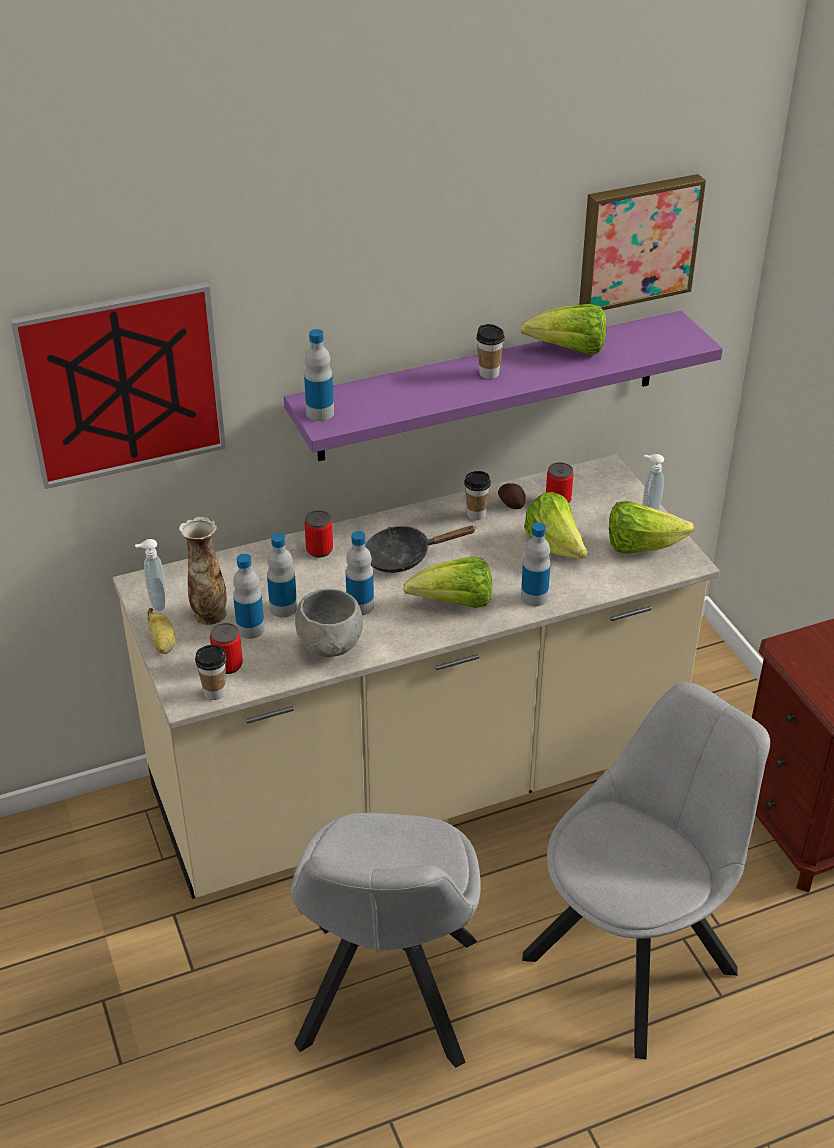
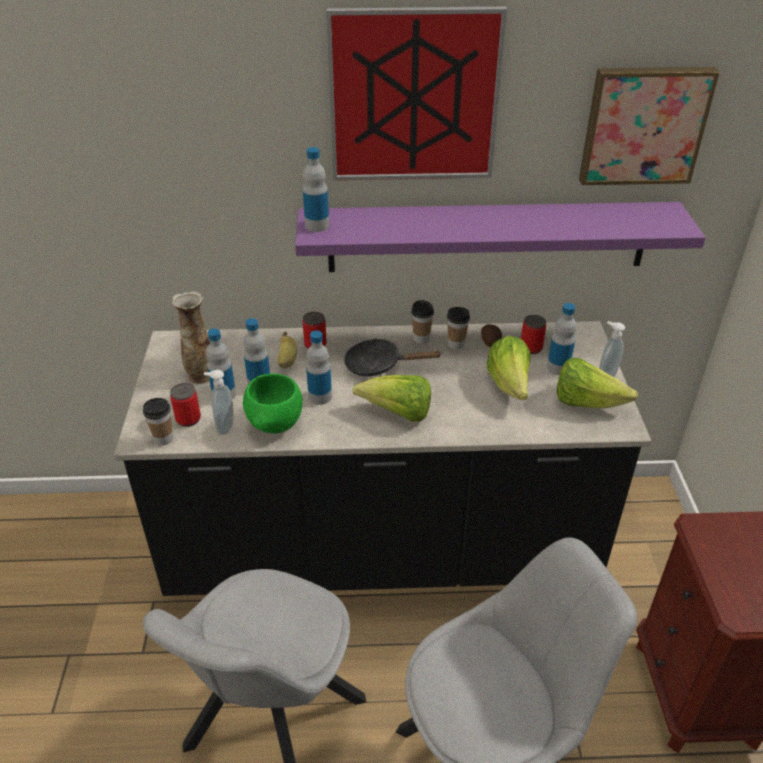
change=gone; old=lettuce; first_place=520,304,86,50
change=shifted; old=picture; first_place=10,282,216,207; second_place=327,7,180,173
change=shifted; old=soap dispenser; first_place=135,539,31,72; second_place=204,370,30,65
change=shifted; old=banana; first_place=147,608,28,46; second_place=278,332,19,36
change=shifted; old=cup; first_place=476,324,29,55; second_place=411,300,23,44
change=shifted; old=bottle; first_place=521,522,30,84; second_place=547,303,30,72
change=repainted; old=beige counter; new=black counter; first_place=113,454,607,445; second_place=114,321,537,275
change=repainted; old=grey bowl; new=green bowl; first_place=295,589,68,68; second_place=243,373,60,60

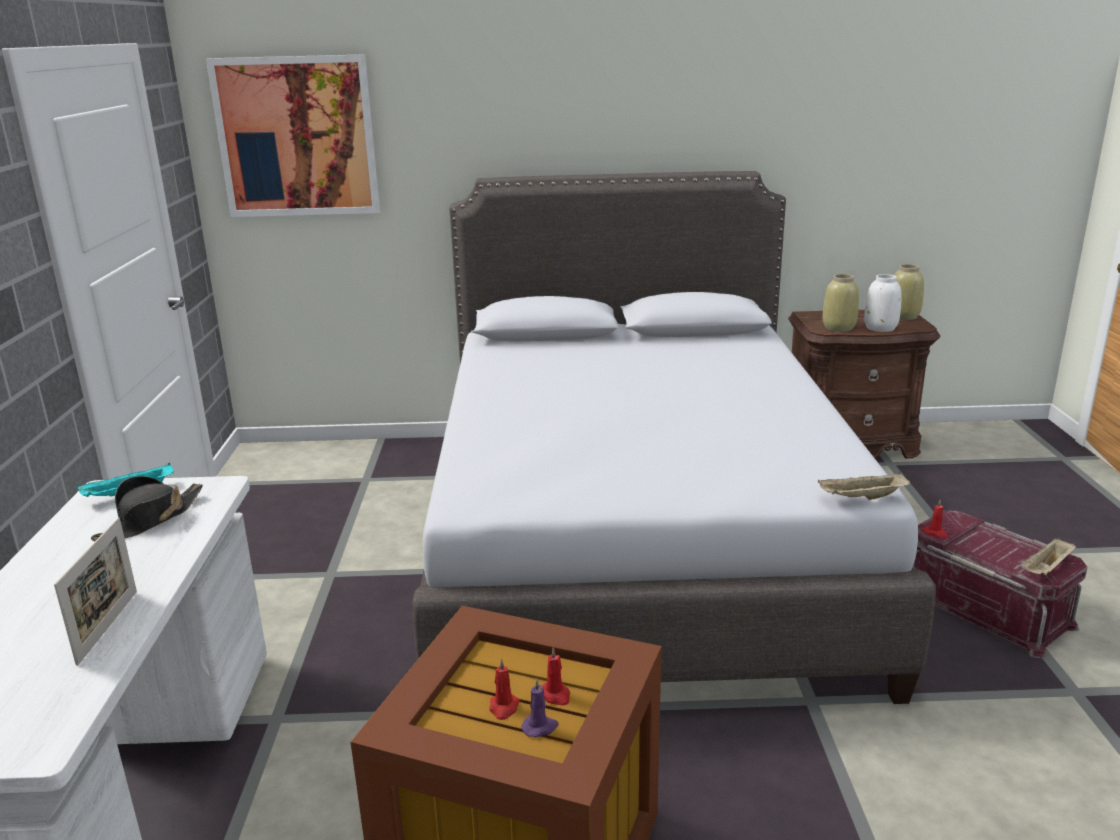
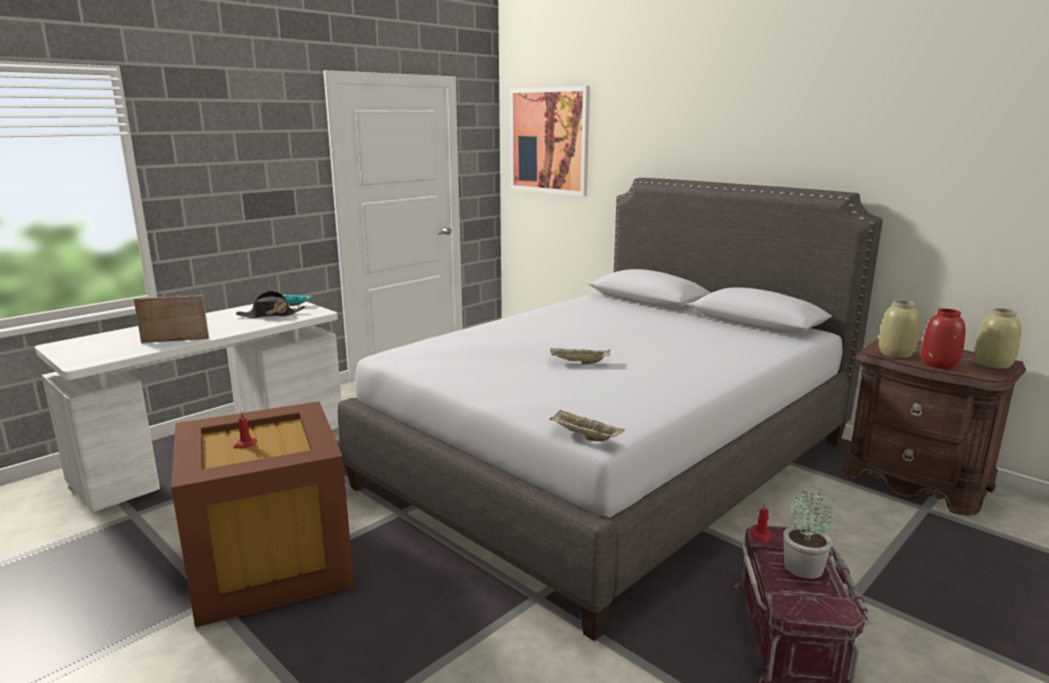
change=gone; old=purple candle; first_place=522,679,36,59
change=gone; old=red candle; first_place=542,647,28,59
change=new; new=potted plant; second_place=783,488,50,91
change=shifted; old=beige tray; first_place=1021,537,55,38; second_place=550,348,60,16
change=repainted; old=white vase; new=red vase; first_place=864,274,38,58; second_place=921,309,44,60
change=rotated; old=picture frame; first_place=54,518,83,148; second_place=134,295,75,48; degrees=-150

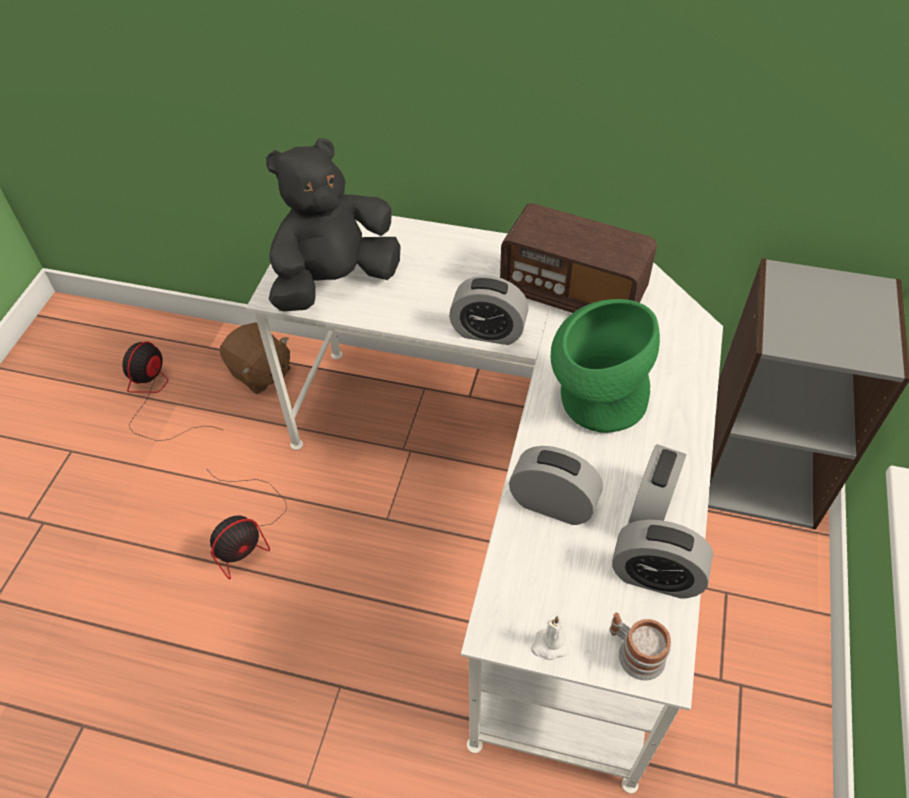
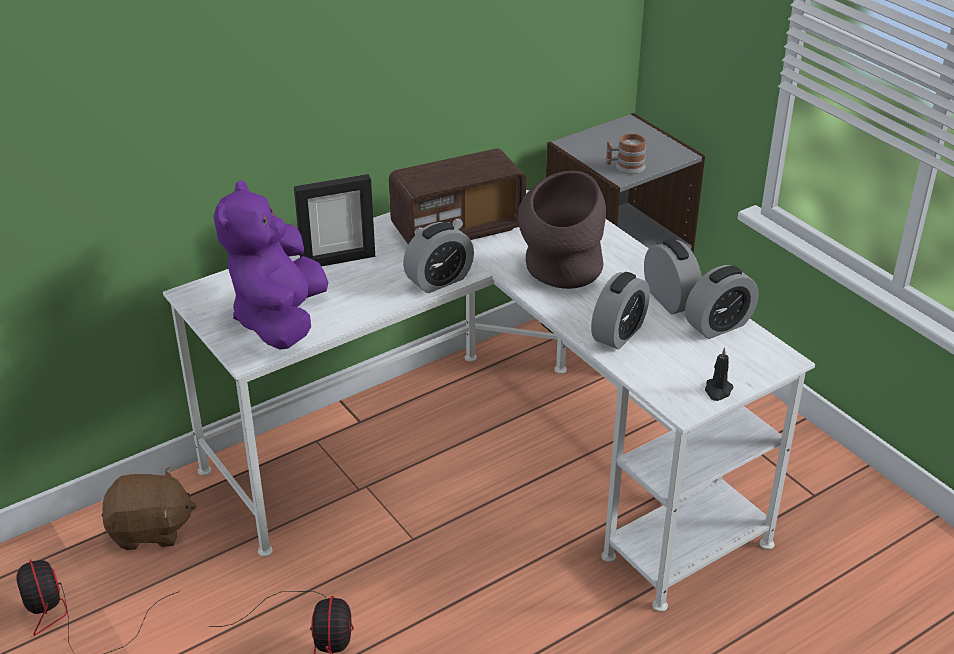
change=new; new=picture frame; second_place=294,174,81,93
change=shifted; old=mug; first_place=609,612,62,69; second_place=606,133,40,41
change=repainted; old=black plush toy; new=purple plush toy; first_place=266,138,135,173; second_place=214,180,114,170
change=repainted; old=white candle; new=black candle; first_place=531,616,41,44; second_place=705,347,29,54
change=repainted; old=green vase; new=brown vase; first_place=551,299,109,134; second_place=518,171,88,118
change=rotated; old=alarm clock; first_place=509,446,94,79; second_place=591,272,59,77; degrees=150

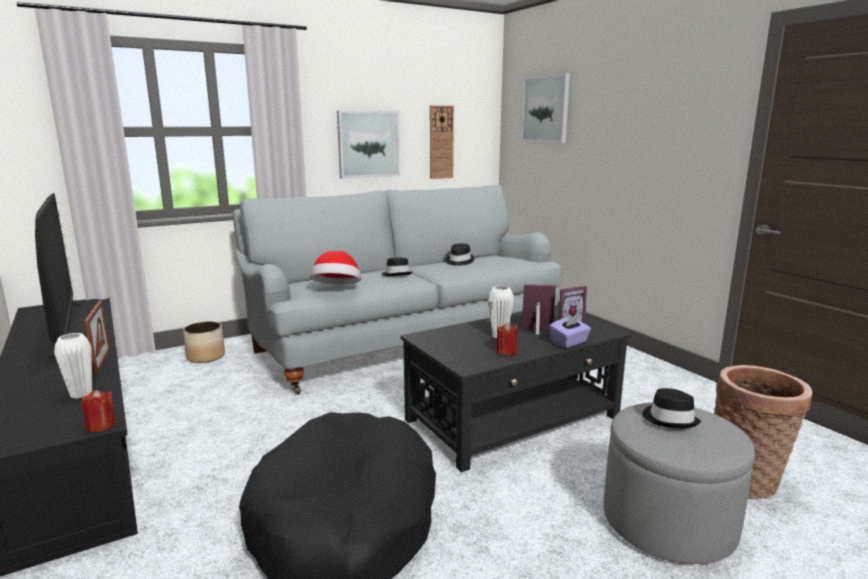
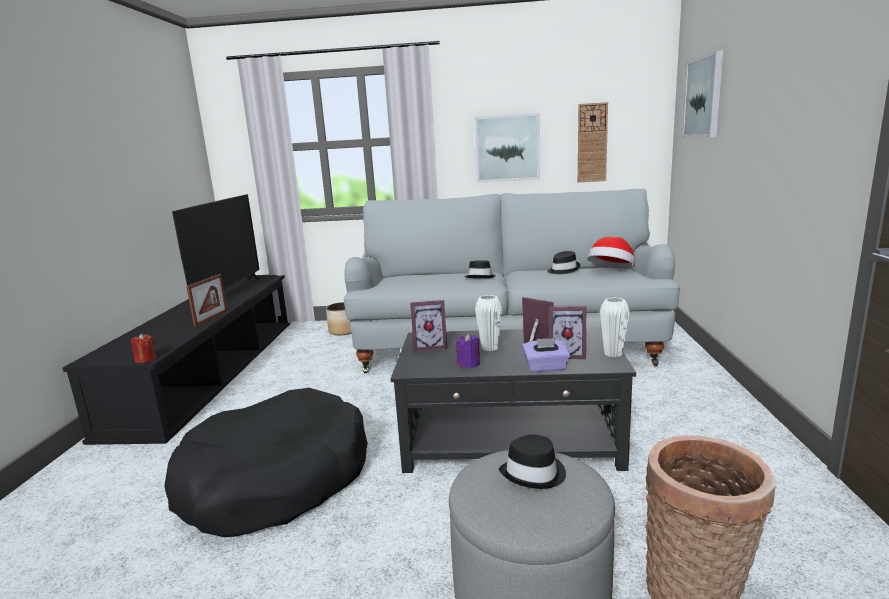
change=new; new=picture frame; second_place=410,300,37,52
change=shifted; old=white vase; first_place=54,333,38,66; second_place=599,297,31,60
change=shifted; old=hat; first_place=310,251,51,33; second_place=587,237,48,32
change=repainted; old=red candle; new=purple candle; first_place=496,322,22,33; second_place=456,333,24,35

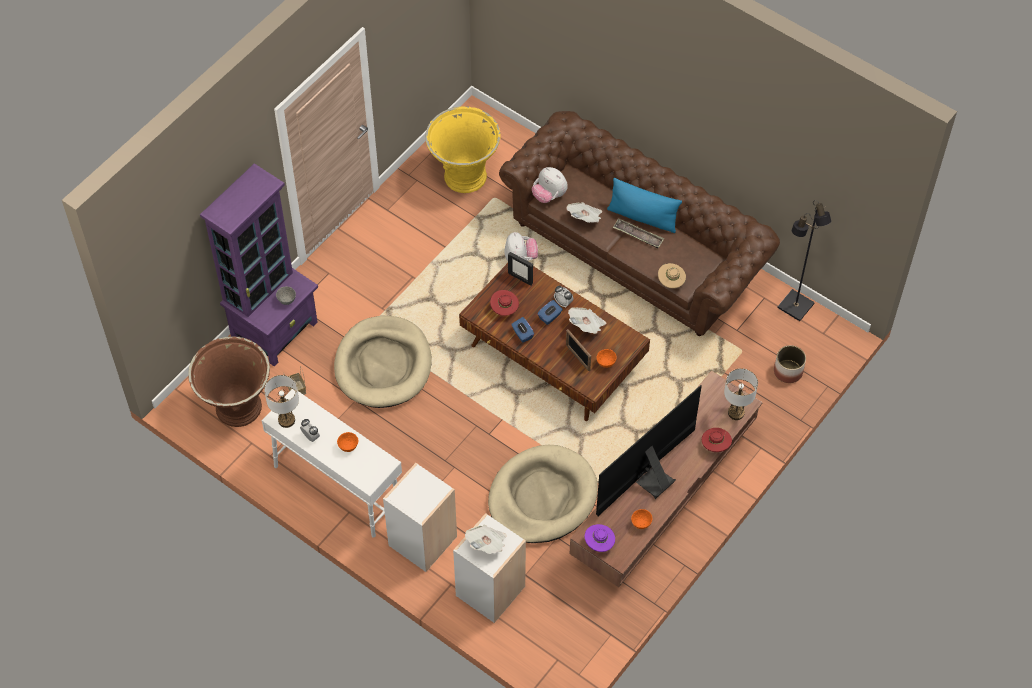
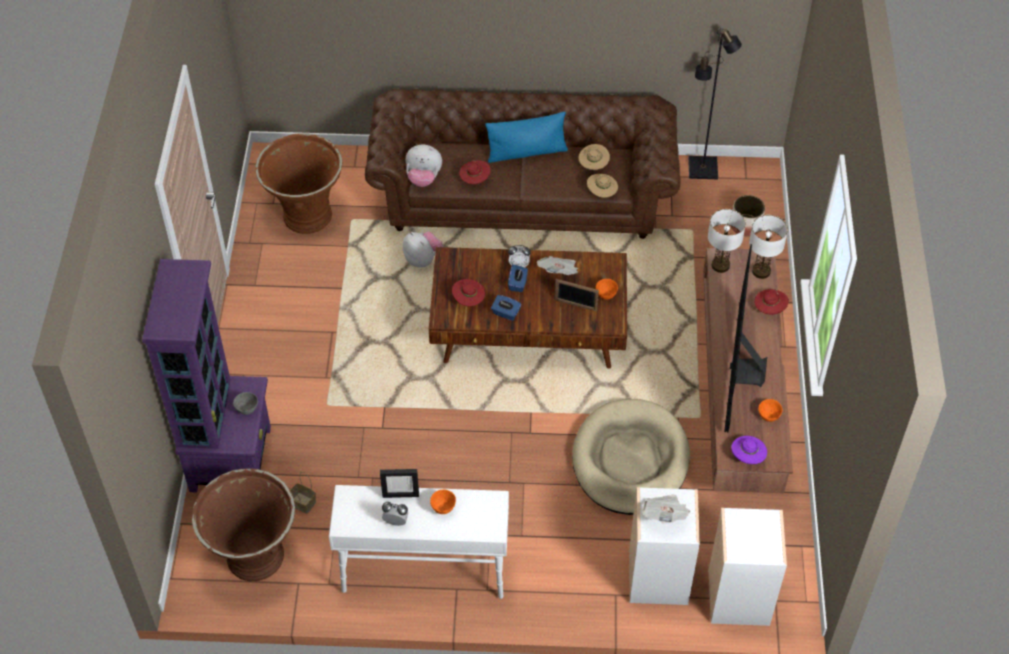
change=gone; old=beige dog bed; first_place=334,316,98,92
change=gone; old=tray; first_place=613,219,51,30
change=new; new=beige hat; second_place=579,144,31,26
change=shifted; old=table lamp; first_place=264,375,35,53; second_place=708,209,38,64
change=shifted; old=bookcase; first_place=383,463,74,109; second_place=709,508,78,118
change=shifted; old=picture frame; first_place=508,252,25,34; second_place=380,469,39,29
change=swapped; old=newspaper; new=red hat; first_place=566,202,36,21; second_place=459,159,32,25
change=repainted; old=yellow planter; new=brown planter; first_place=425,106,76,87; second_place=255,133,87,101

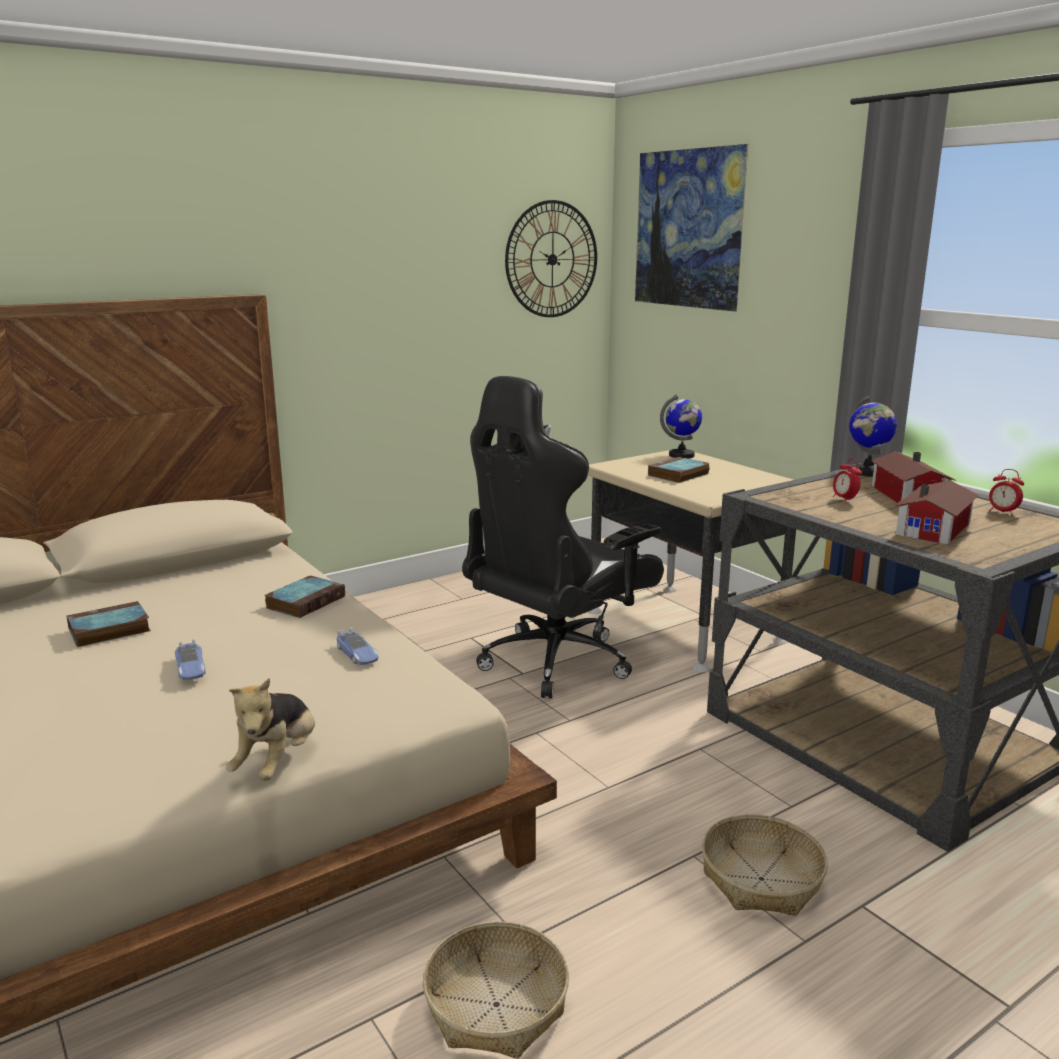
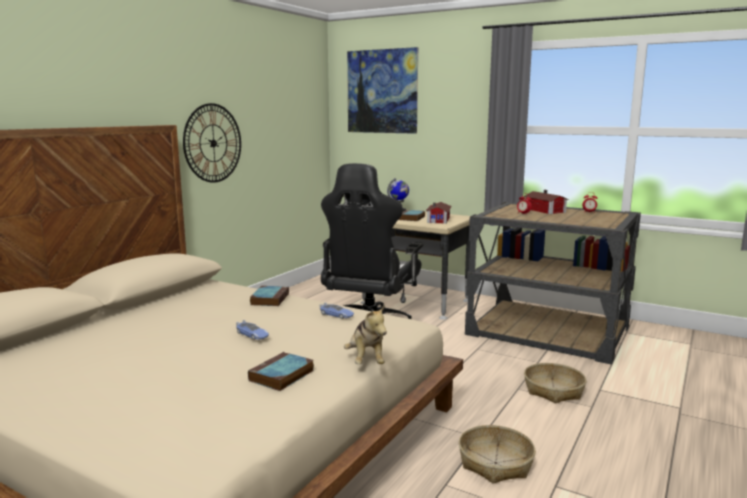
change=gone; old=globe; first_place=849,395,48,82
change=shifted; old=book; first_place=67,601,84,46; second_place=248,352,66,39
change=shifted; old=wall clock; first_place=505,200,92,117; second_place=183,103,58,80
change=shifted; old=toy house; first_place=895,481,84,64; second_place=426,202,26,22

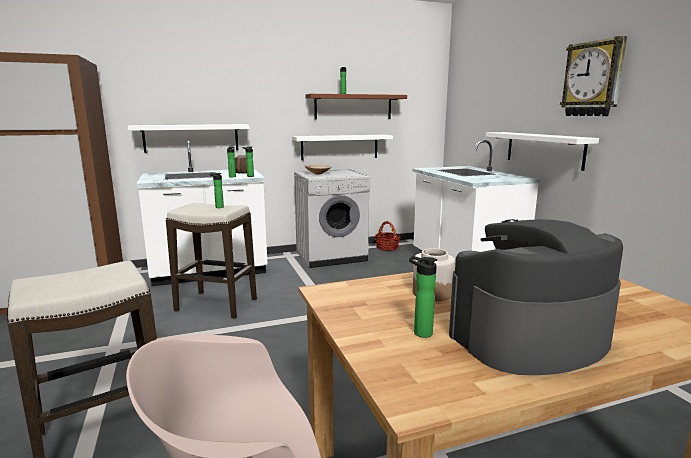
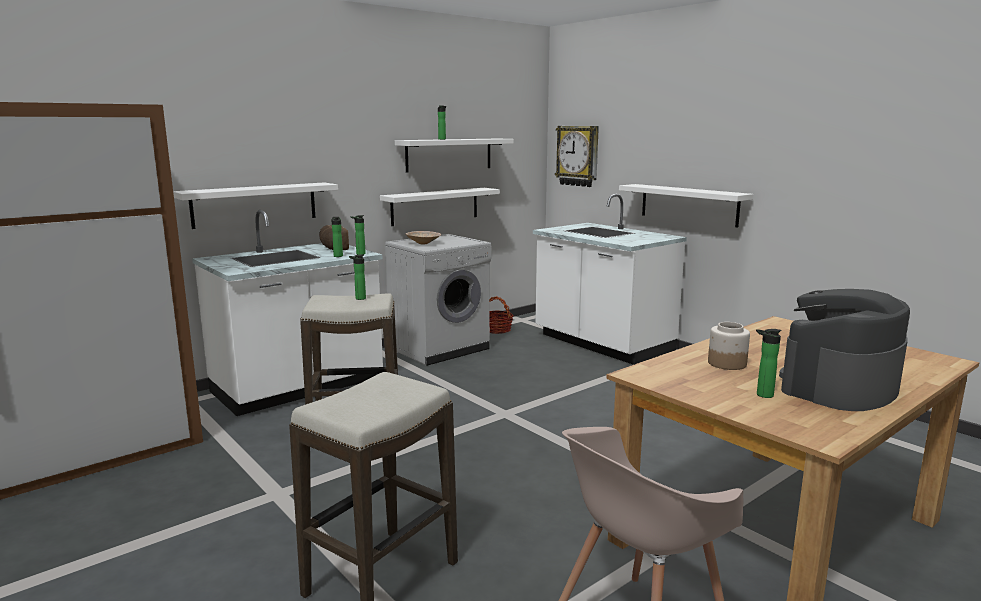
change=shifted; old=wall clock; first_place=560,36,67,80; second_place=555,126,44,61
change=repainted; old=brown shelf; new=white shelf; first_place=305,94,102,26; second_place=395,138,119,34

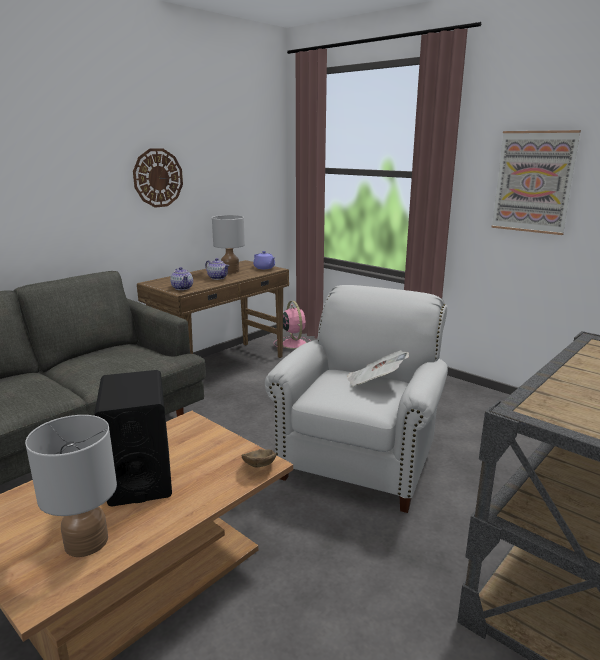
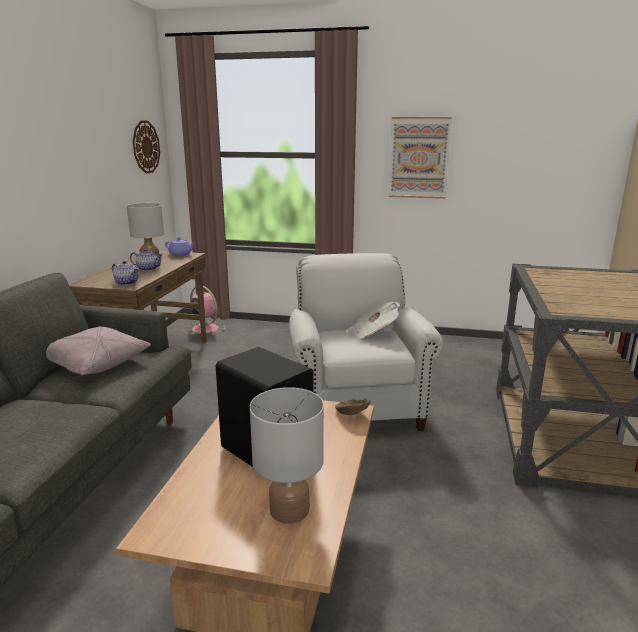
change=new; new=purple pillow; second_place=46,326,105,49
change=shifted; old=wall clock; first_place=133,148,50,60; second_place=133,121,27,53

